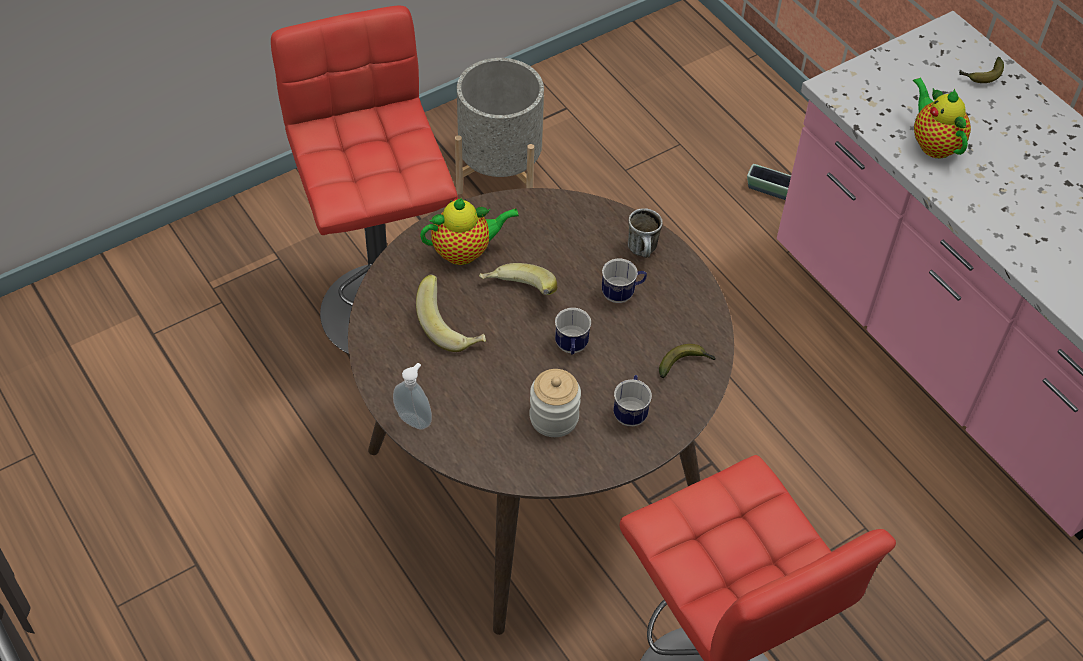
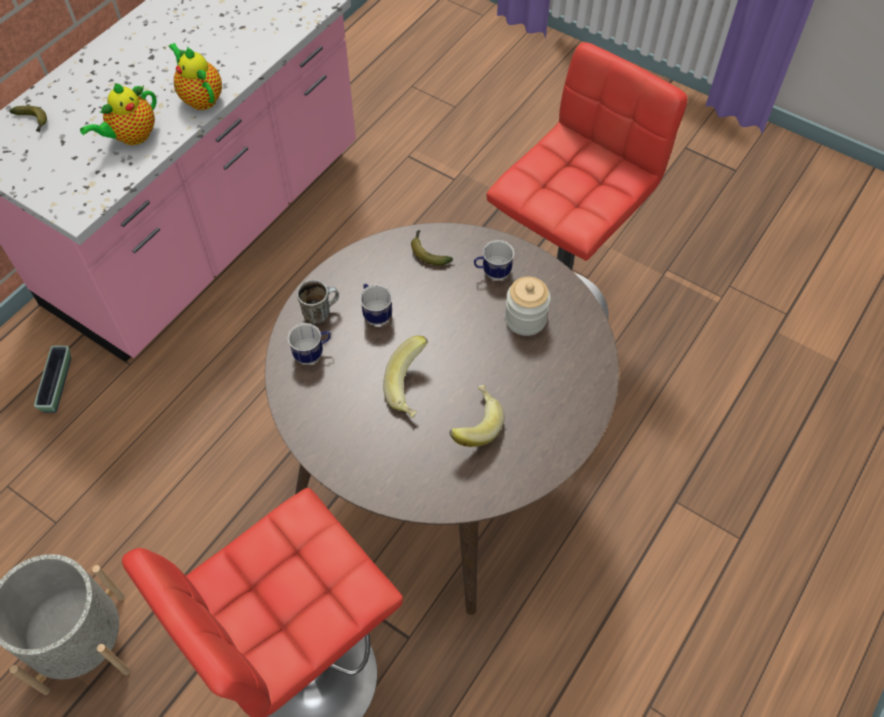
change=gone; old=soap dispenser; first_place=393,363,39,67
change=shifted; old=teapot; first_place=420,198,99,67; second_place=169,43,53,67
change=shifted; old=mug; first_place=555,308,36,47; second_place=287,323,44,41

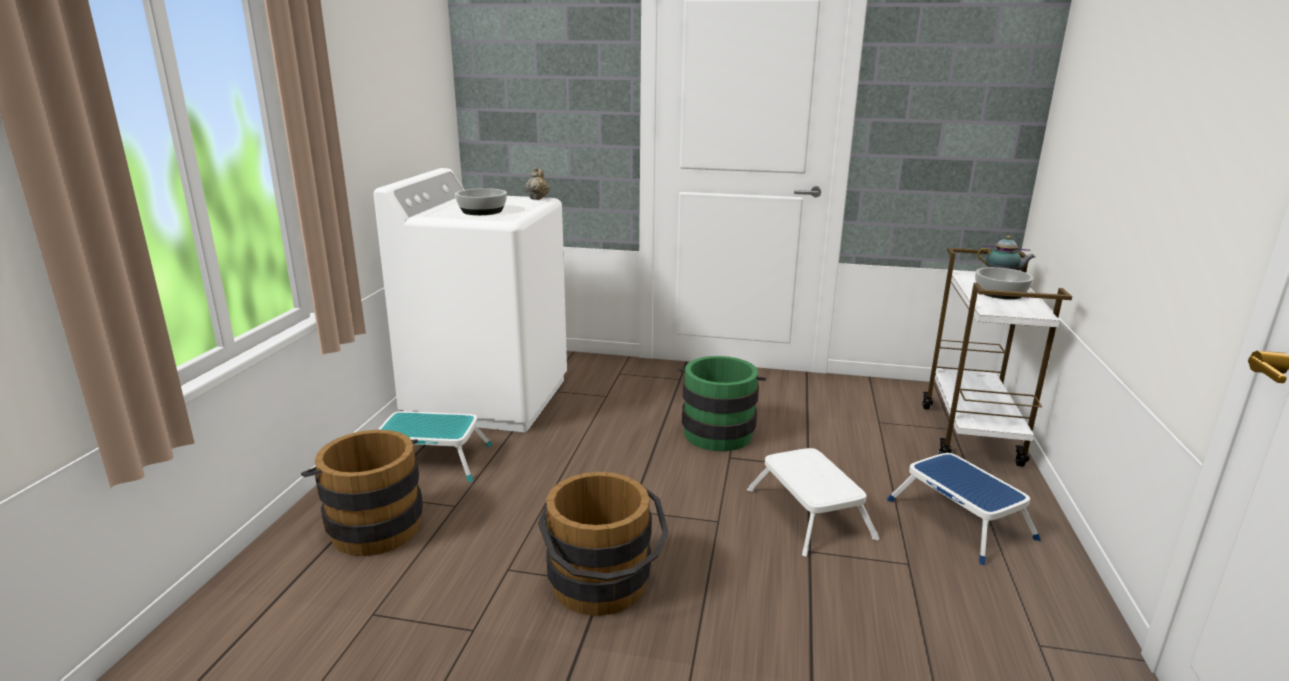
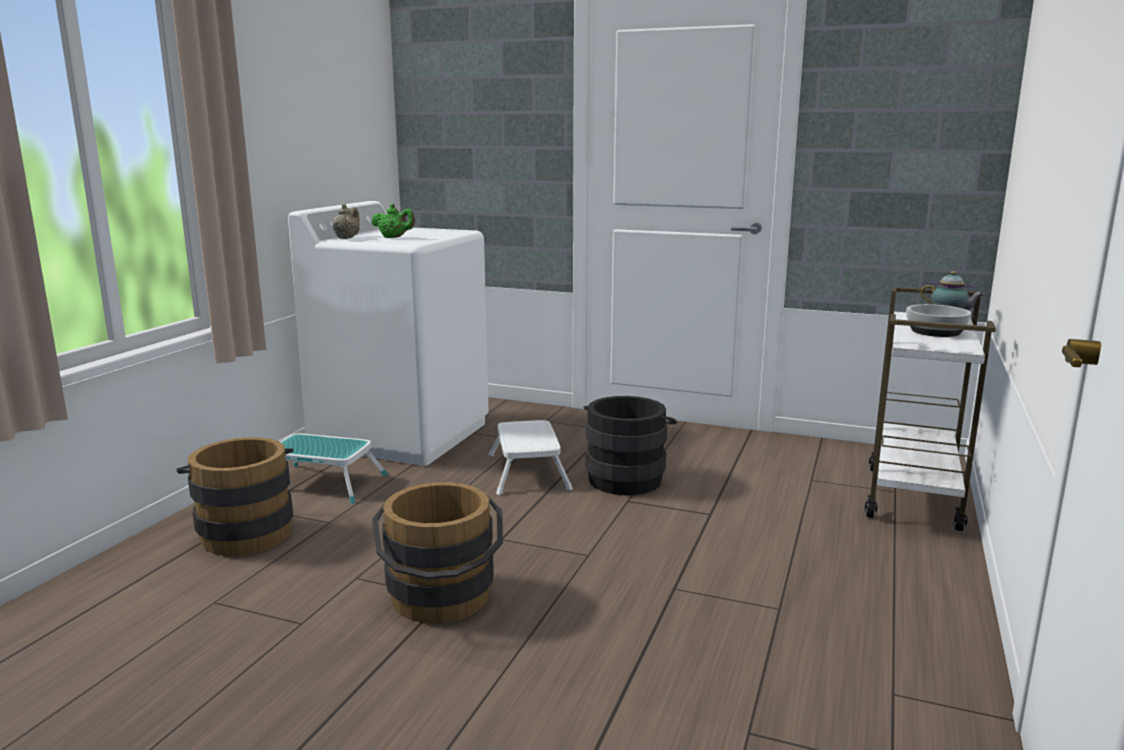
change=gone; old=blue step ladder; first_place=887,453,154,112
change=shifted; old=beige teapot; first_place=525,167,24,33; second_place=332,204,28,35
change=shifted; old=white step ladder; first_place=747,448,132,109; second_place=488,420,85,75
change=swapped; old=bowl; new=green teapot; first_place=455,188,52,27; second_place=371,204,44,34
change=repainted; old=green bucket; new=black bucket; first_place=678,356,88,95; second_place=583,396,94,99

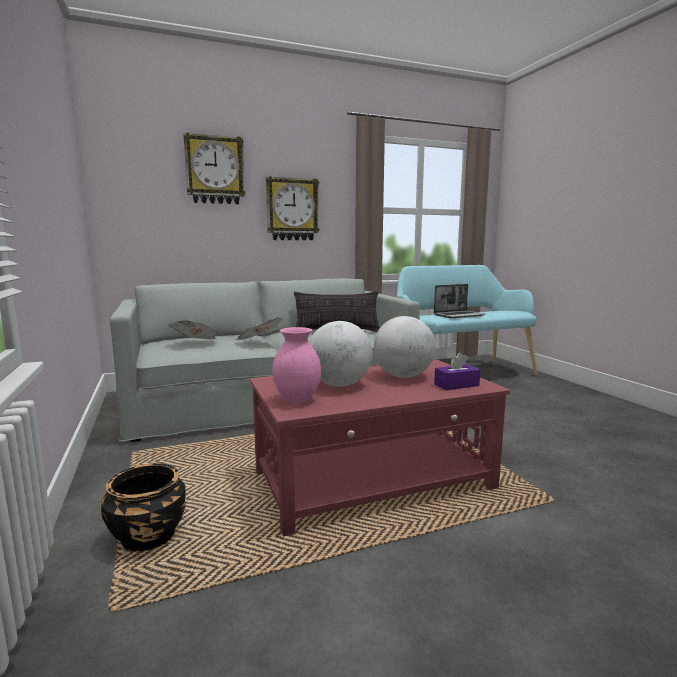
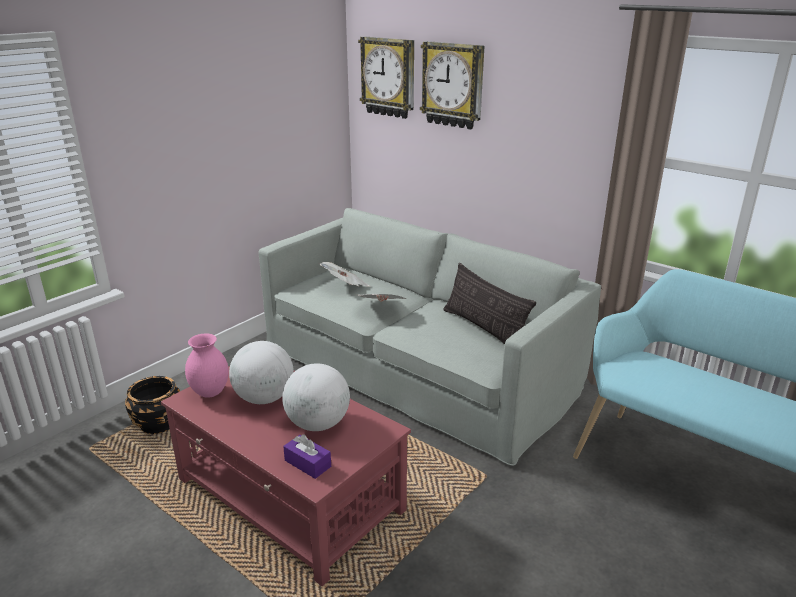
change=gone; old=laptop; first_place=434,284,52,34
change=shifted; old=wall clock; first_place=266,176,54,64; second_place=358,36,56,83

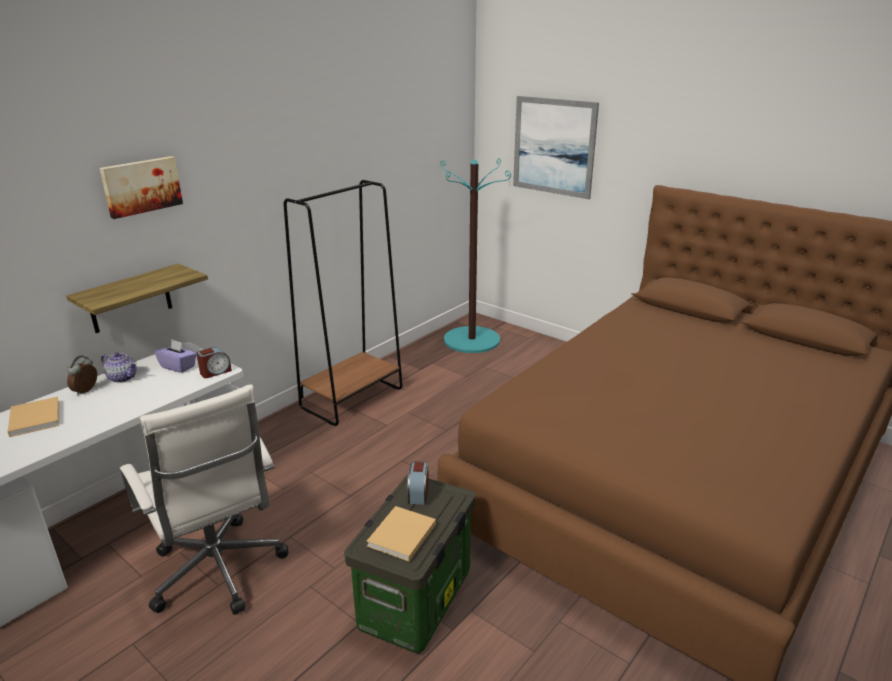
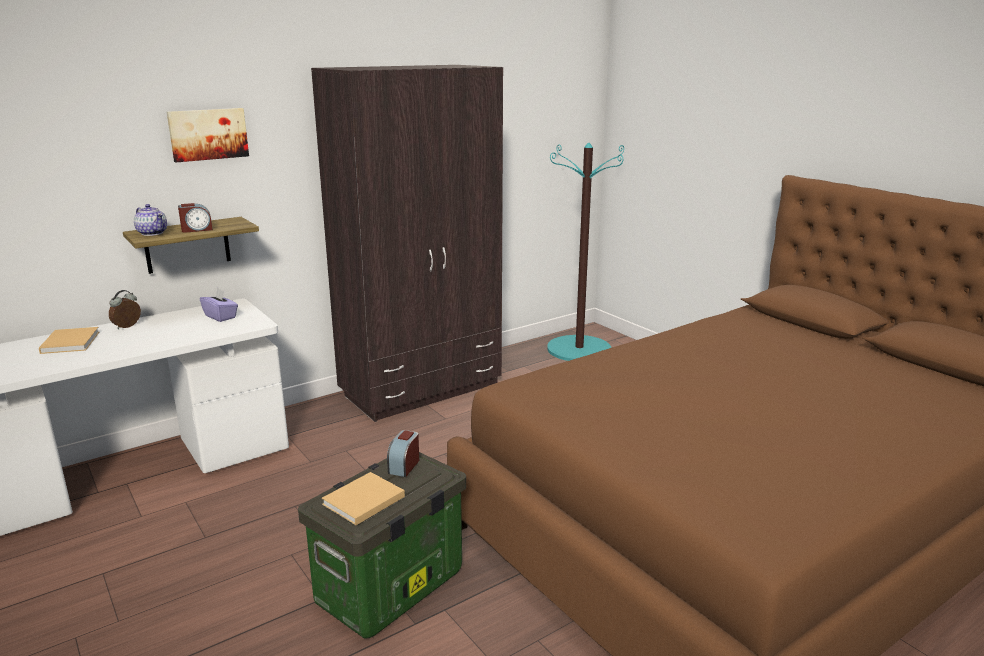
change=gone; old=white office chair; first_place=120,384,169,231
change=gone; old=picture; first_place=513,96,86,103
change=shifted; old=teapot; first_place=101,352,36,31; second_place=134,204,33,32
change=shifted; old=alarm clock; first_place=196,347,36,31; second_place=178,203,35,30
change=swapped; old=clothes rack; new=brown wardrobe; first_place=284,180,118,246; second_place=311,65,192,357

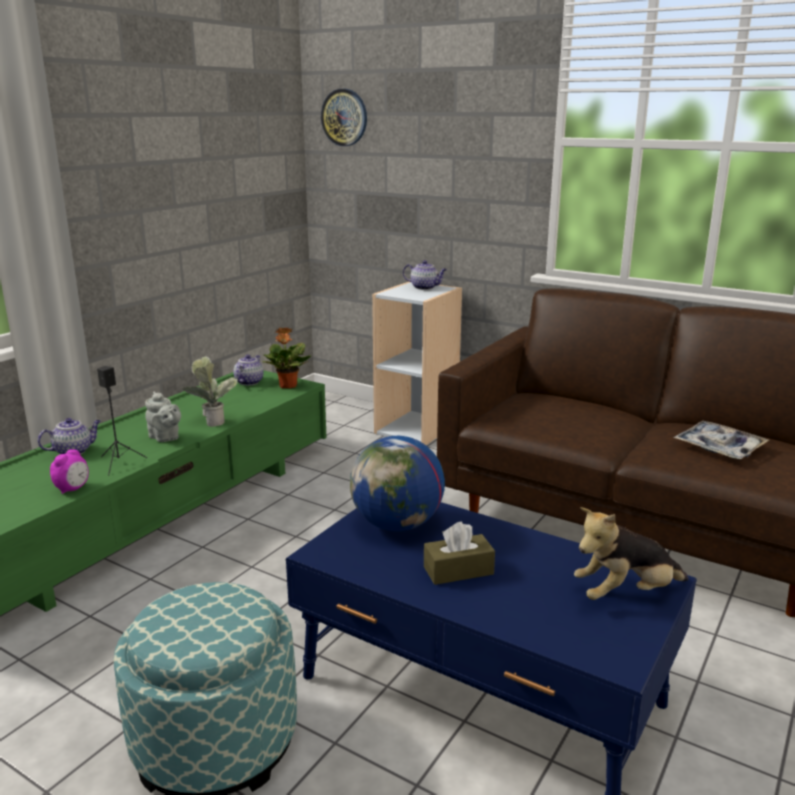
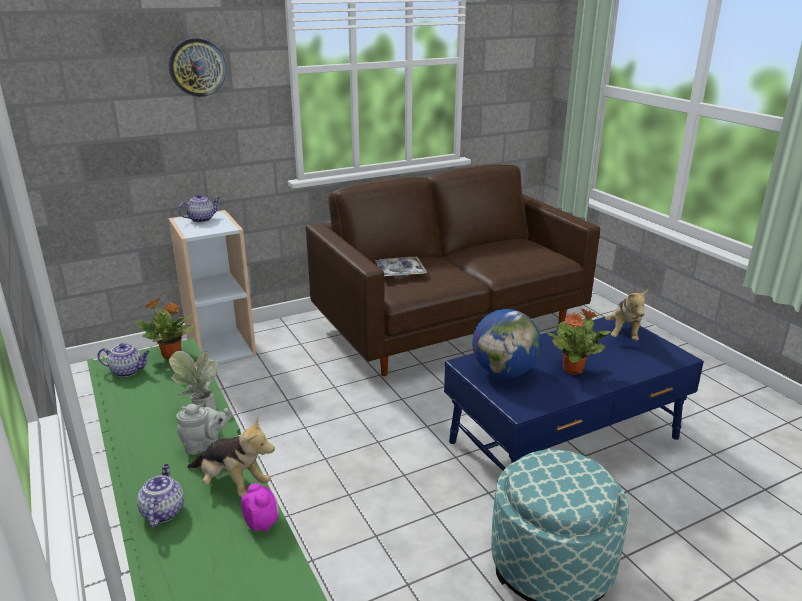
change=shifted; old=wall clock; first_place=321,89,46,57; second_place=169,38,57,59
change=shifted; old=tray; first_place=673,421,96,38; second_place=375,257,52,19
change=swapped; old=black speaker; new=plush toy; first_place=97,366,50,110; second_place=187,417,88,81
change=swapped; old=brown tissue box; new=potted plant; first_place=424,522,71,63; second_place=548,309,63,66
change=rotated; old=teapot; first_place=233,354,31,31; second_place=97,343,53,34; degrees=135

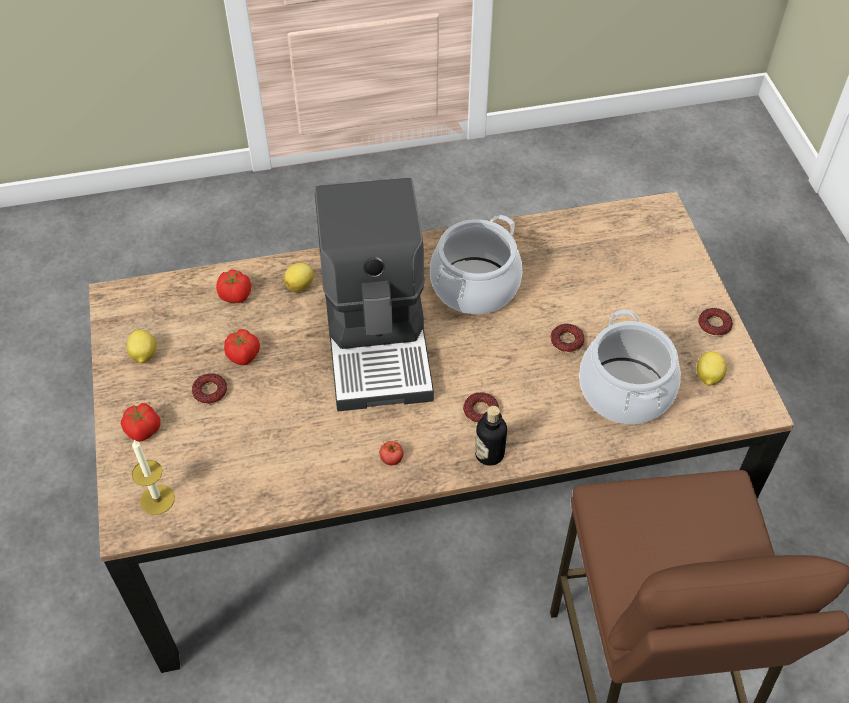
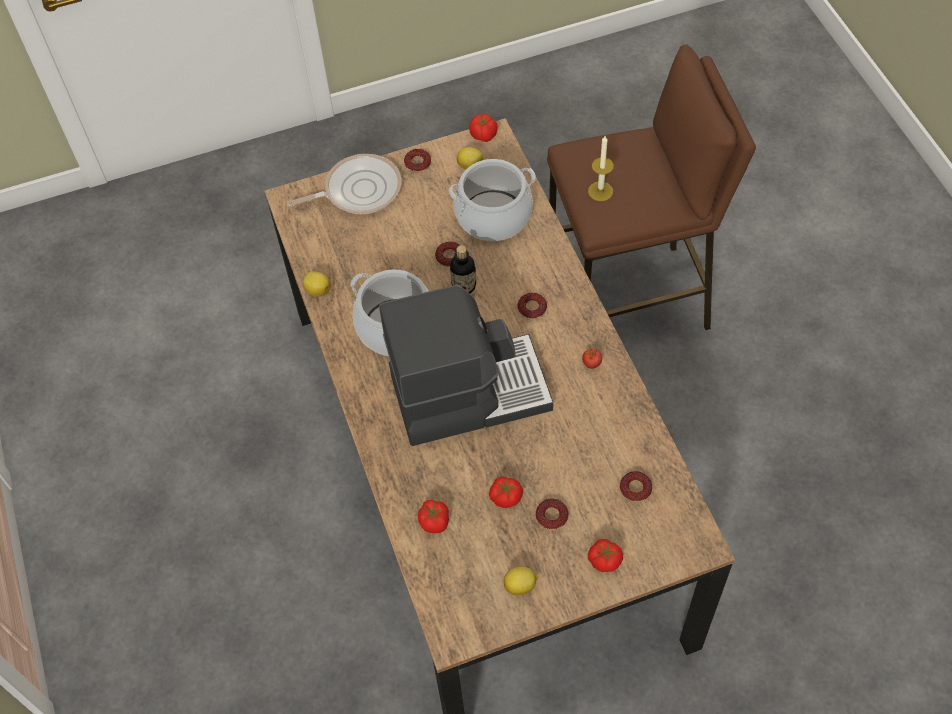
change=new; new=frying pan; second_place=287,154,115,60
change=new; new=tomato; second_place=469,113,29,29
change=new; new=donut; second_place=620,471,32,31
change=shifted; old=candle; first_place=132,440,43,75; second_place=588,136,26,65
change=shifted; old=lemon; first_place=284,263,30,29; second_place=303,271,28,26
change=shifted; old=bottle; first_place=475,406,32,60; second_place=450,245,26,48

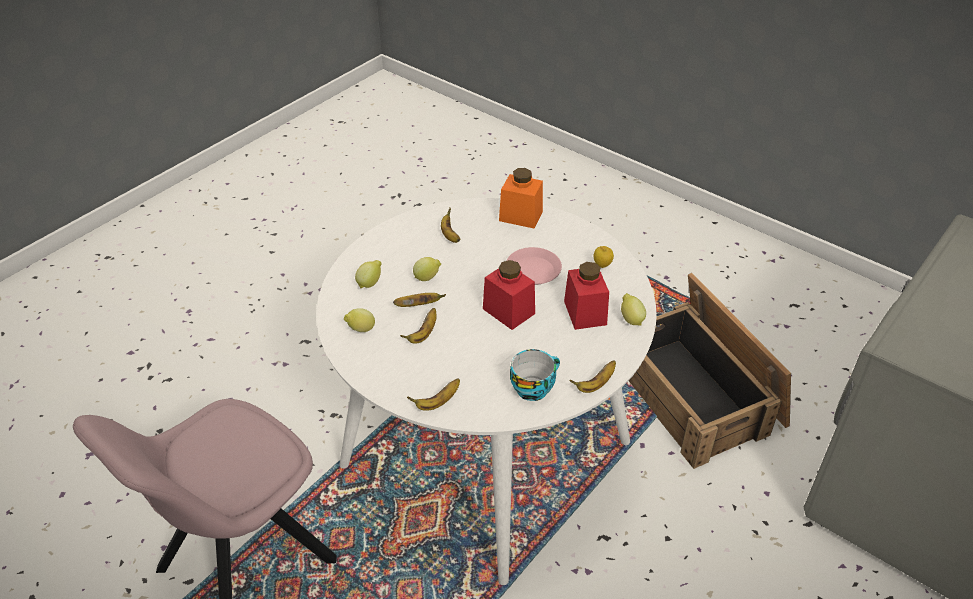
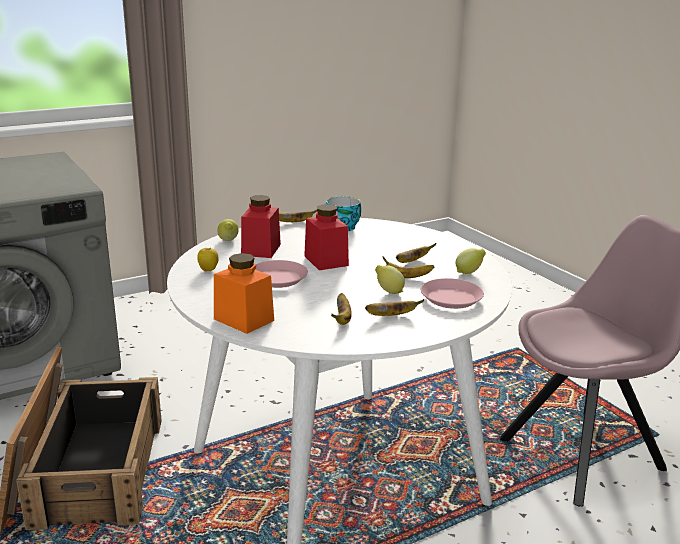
change=shifted; old=banana; first_place=407,378,53,33; second_place=365,299,59,17
change=swapped; old=lemon; new=pink plate; first_place=355,260,27,28; second_place=421,278,63,31

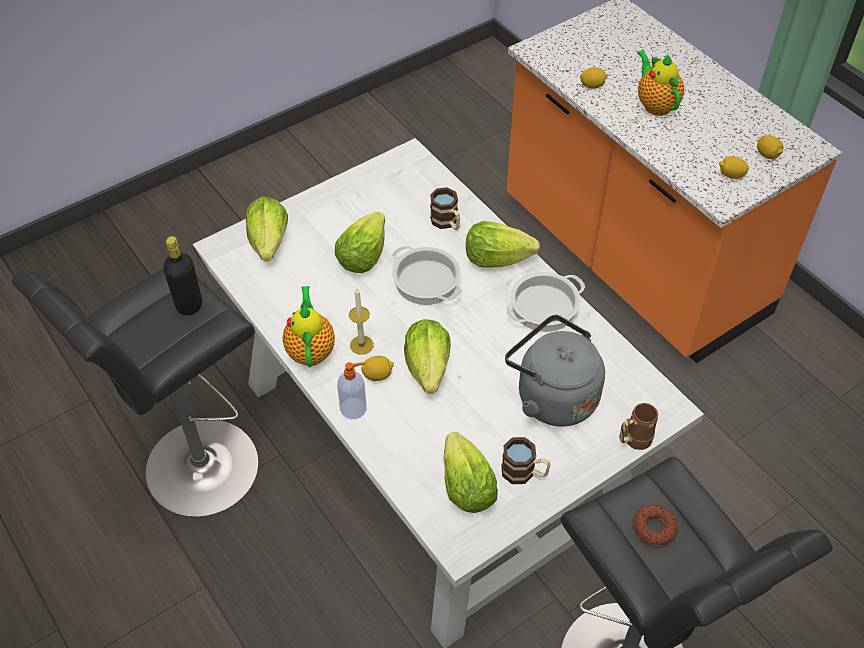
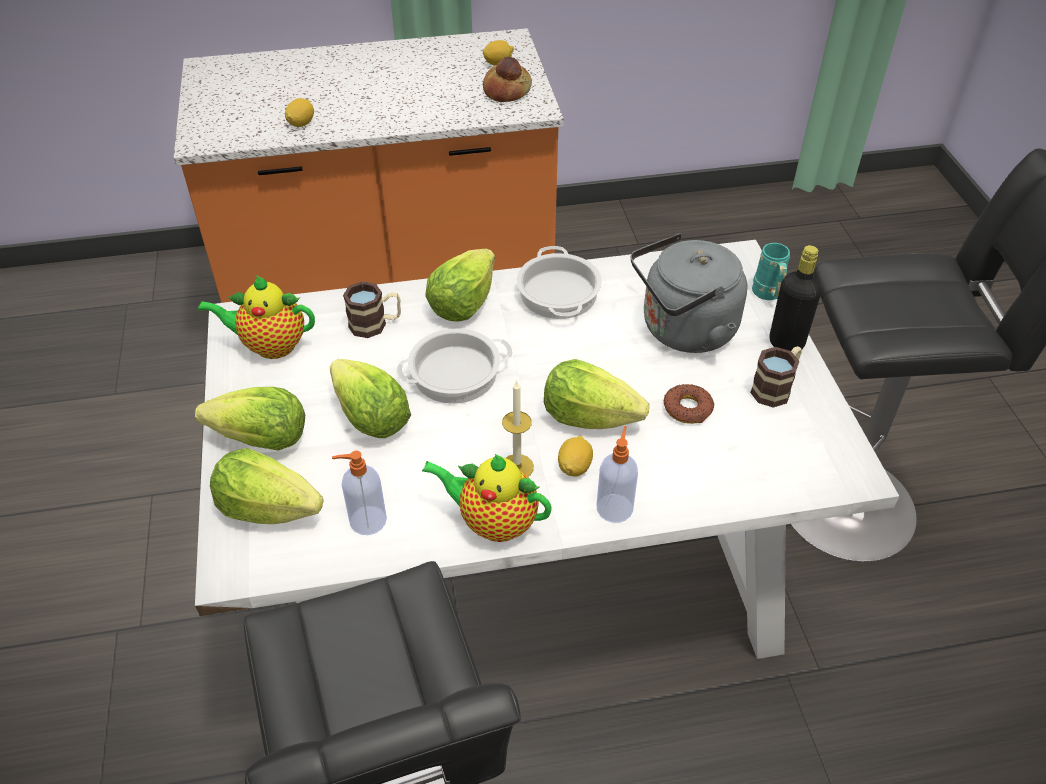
change=new; new=soap dispenser; second_place=332,451,55,84
change=shifted; old=black bottle; first_place=163,236,39,79; second_place=769,245,53,106
change=shifted; old=lettuce; first_place=444,432,54,81; second_place=195,387,110,64
change=shifted; old=donut; first_place=633,505,45,40; second_place=664,384,50,40
change=shifted; old=teapot; first_place=637,50,47,66; second_place=197,275,118,84
change=swapped; old=lemon; new=bread; first_place=719,156,30,23; second_place=483,56,49,46
change=repainted; old=brown mug; new=turquoise mug; first_place=619,403,39,47; second_place=752,243,38,57

